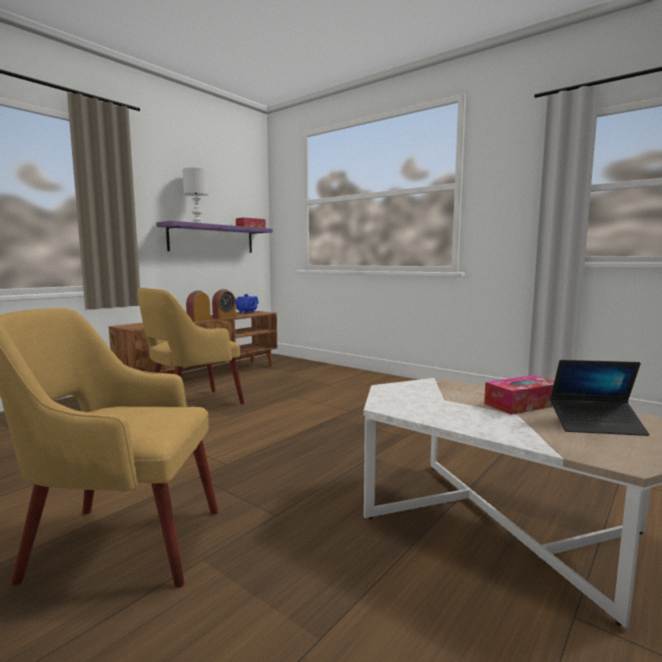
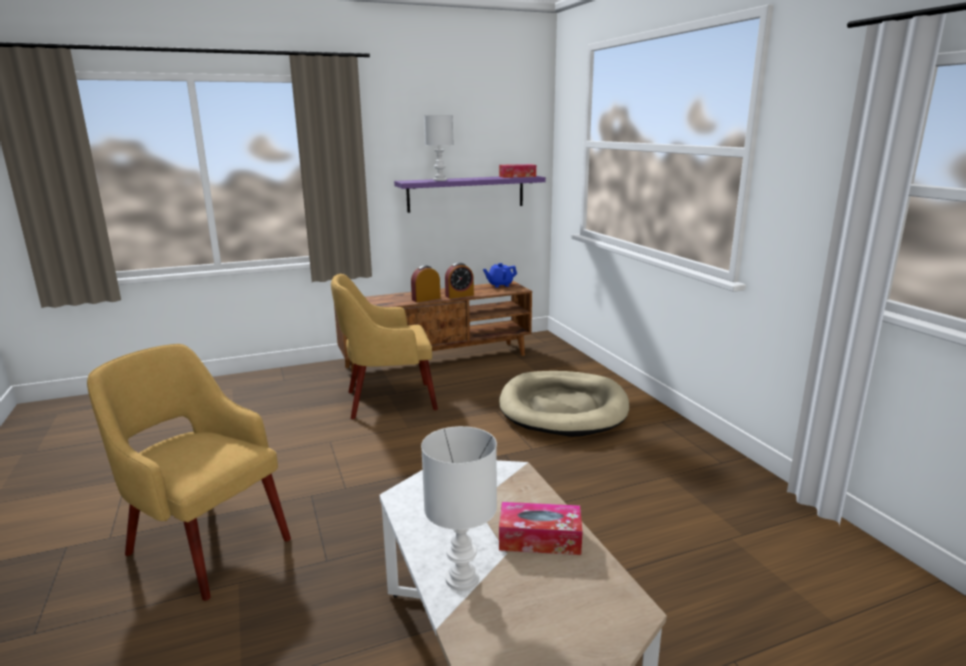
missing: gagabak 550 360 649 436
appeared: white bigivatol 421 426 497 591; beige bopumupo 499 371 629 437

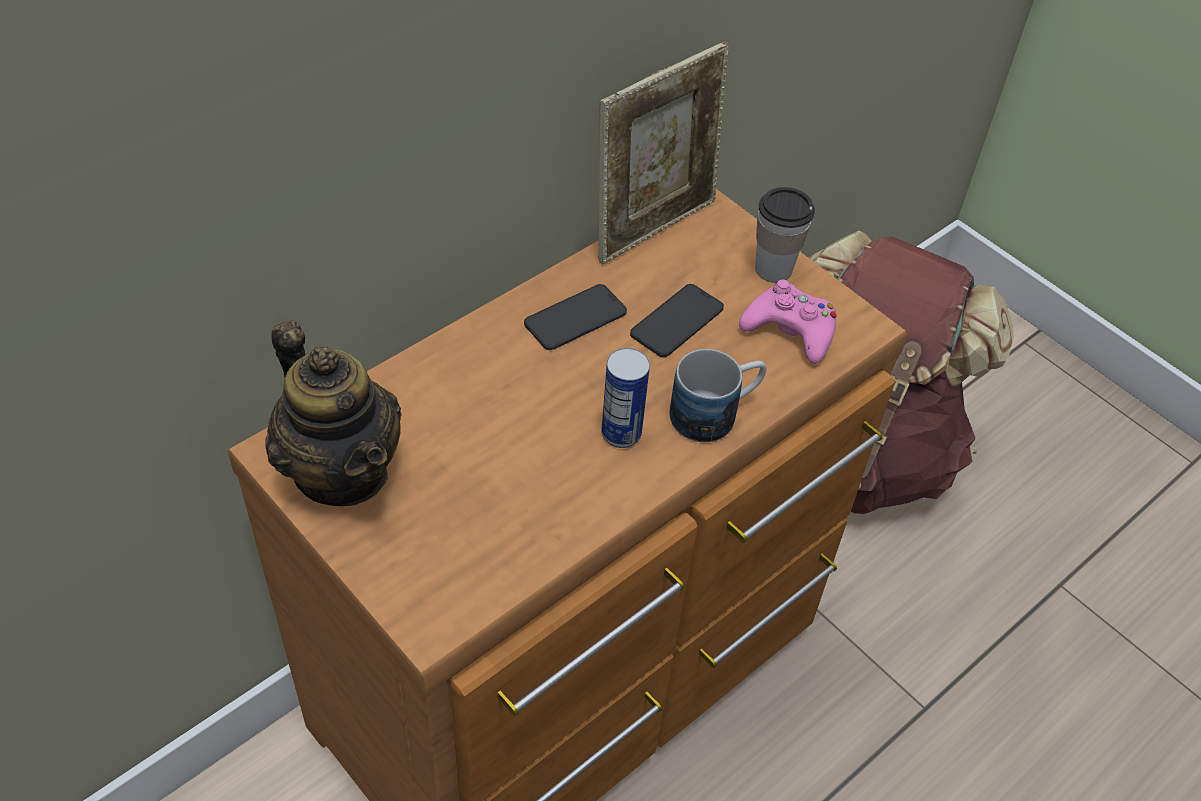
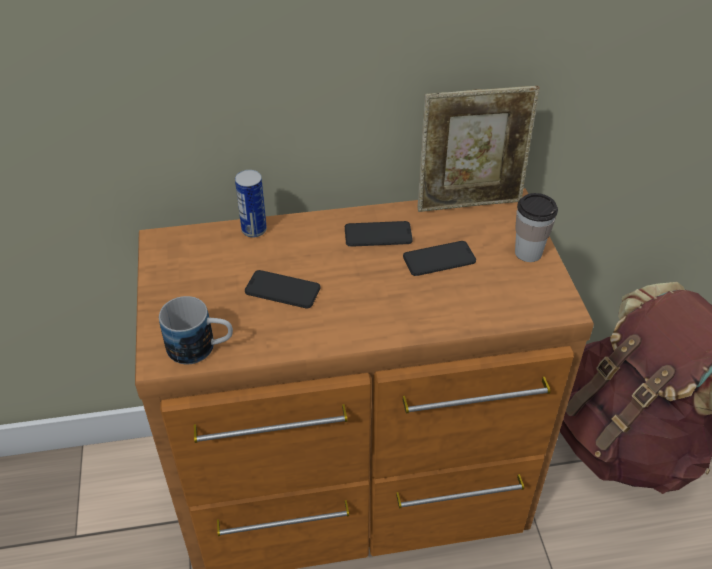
missing: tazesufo 265 320 402 506; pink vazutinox 739 280 836 364
appeared: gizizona 245 270 321 308
relocated: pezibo 669 349 766 442 to 159 296 233 365; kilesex 601 348 650 448 to 235 170 267 238

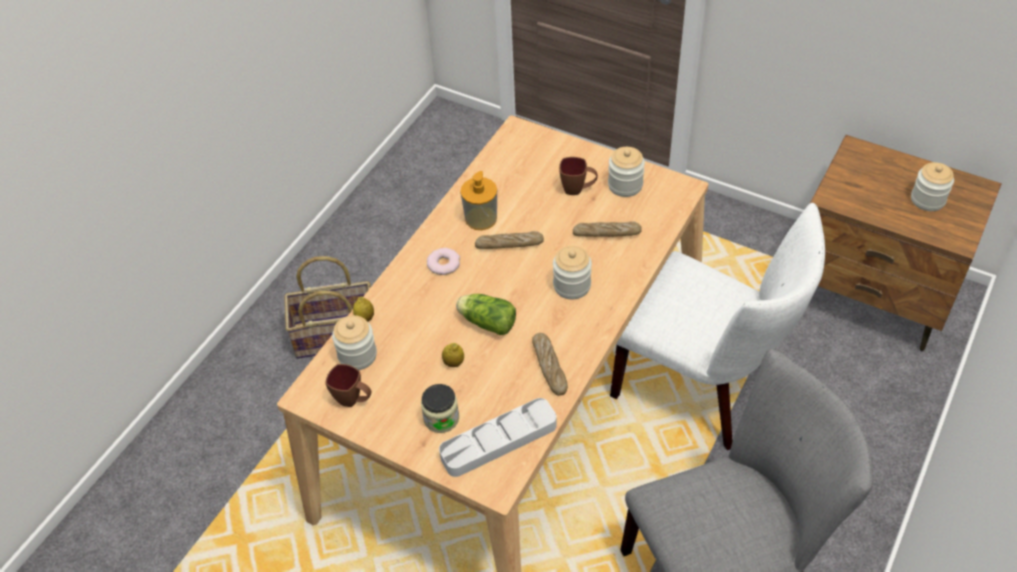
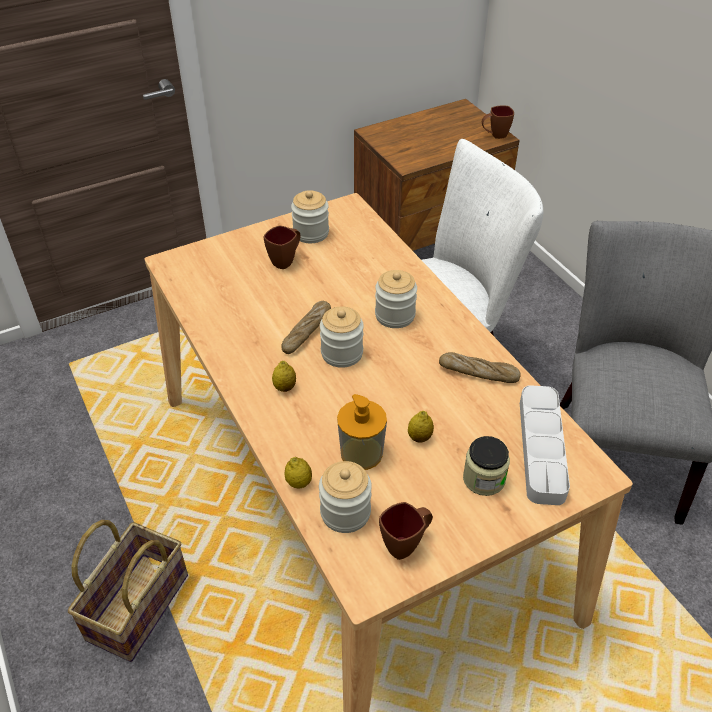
missing: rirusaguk 456 294 516 335; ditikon 573 221 642 237
appeared: brown pezibo 482 106 514 139
relocated: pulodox 911 162 954 211 to 320 307 364 368; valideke 460 171 497 230 to 337 394 387 470
exchanged: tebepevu 427 248 460 275 to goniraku 272 361 296 392

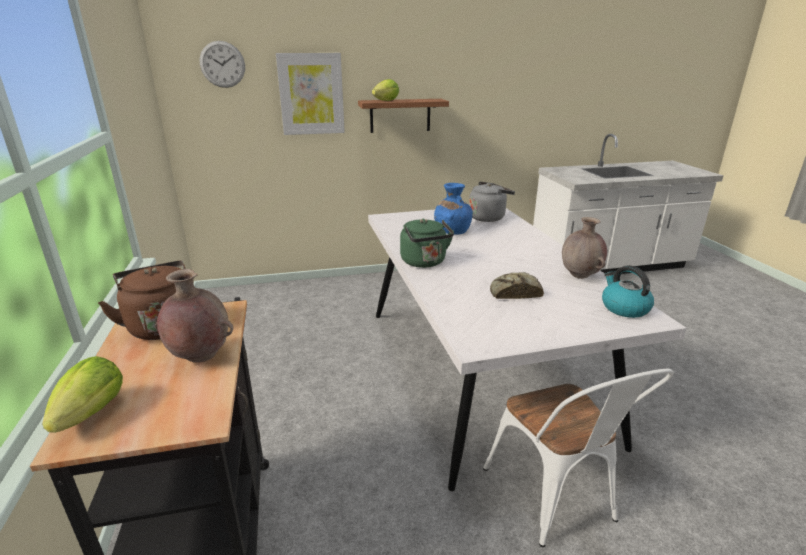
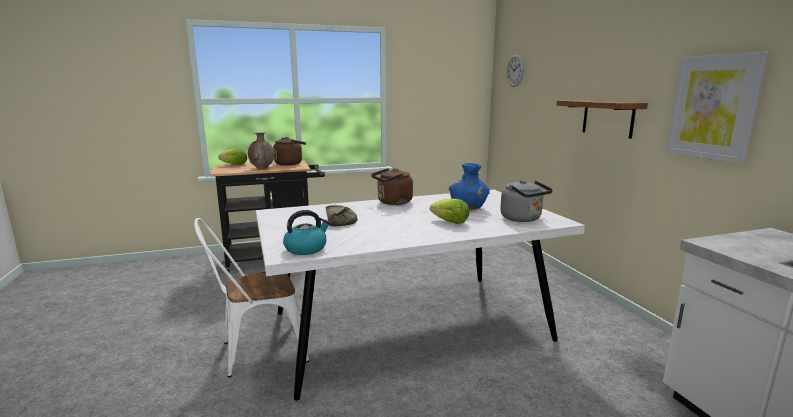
missing: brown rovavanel 562 217 607 279
relocated: rirusaguk 372 79 399 101 to 430 198 469 224; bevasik 276 53 345 135 to 666 52 768 164
colour: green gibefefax 400 219 454 268 to brown gibefefax 371 168 413 205

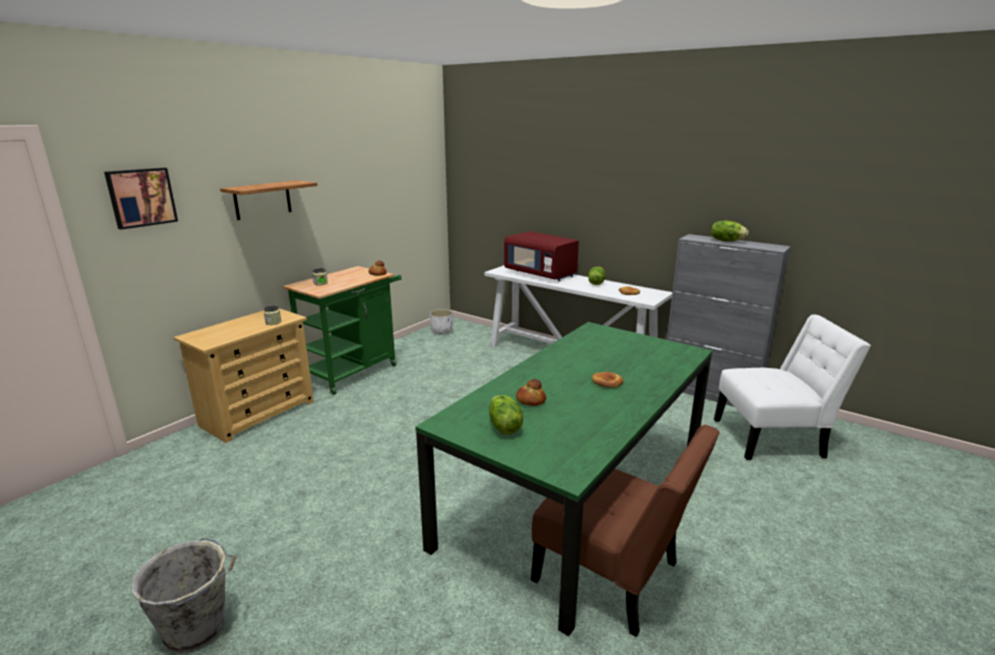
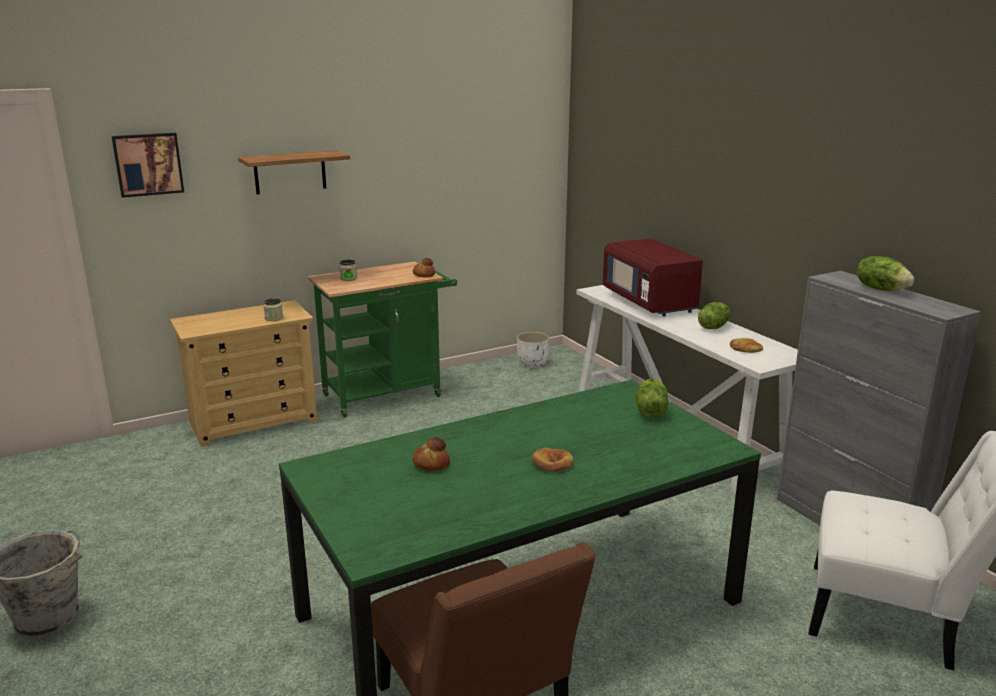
relocated: rirusaguk 489 395 523 434 to 636 379 669 418

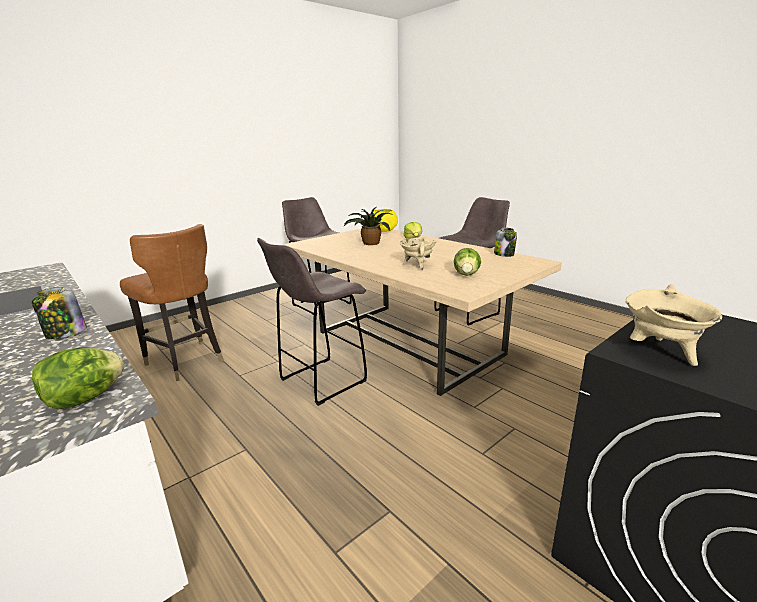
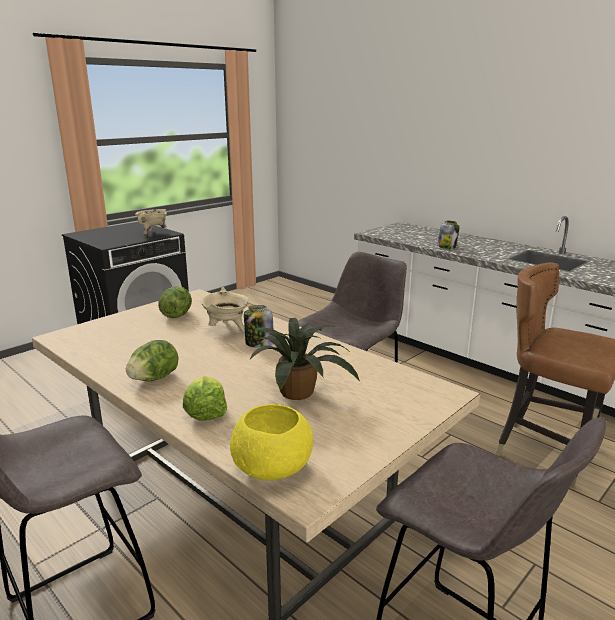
relocated: rirusaguk 32 347 125 409 to 126 340 178 381; pulodox 494 228 517 257 to 244 305 274 348

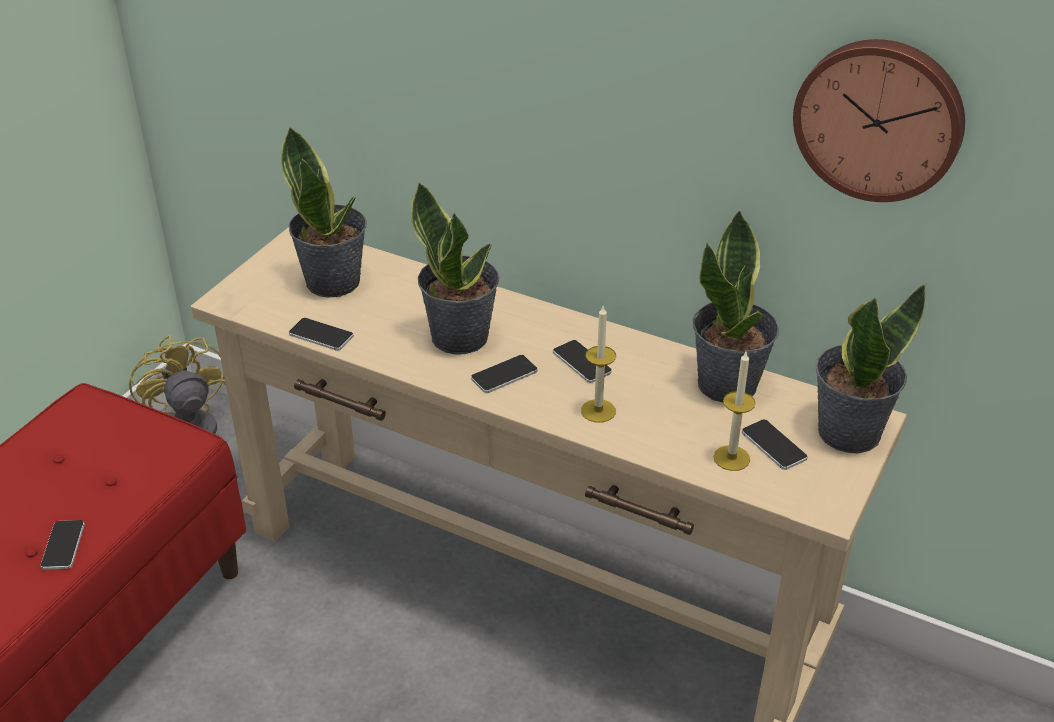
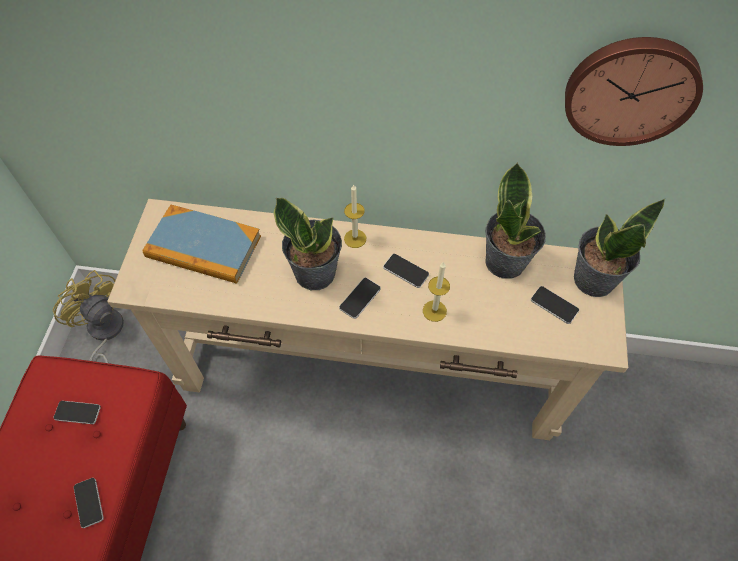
relocated: gizizona 289 318 353 351 to 53 401 101 424; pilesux 713 350 756 471 to 344 184 366 248
exchanged: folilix 281 126 367 298 to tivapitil 143 205 261 284

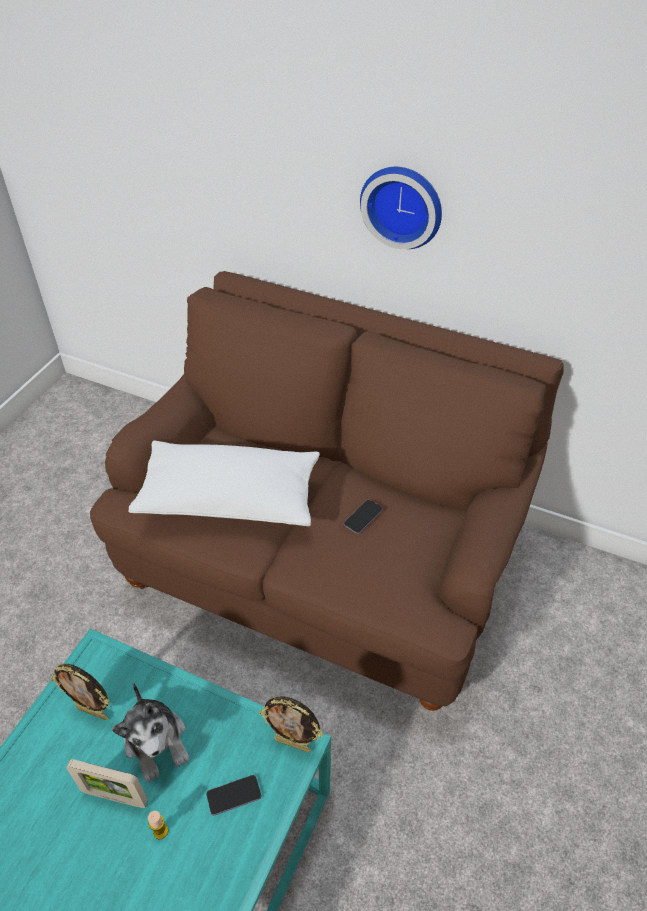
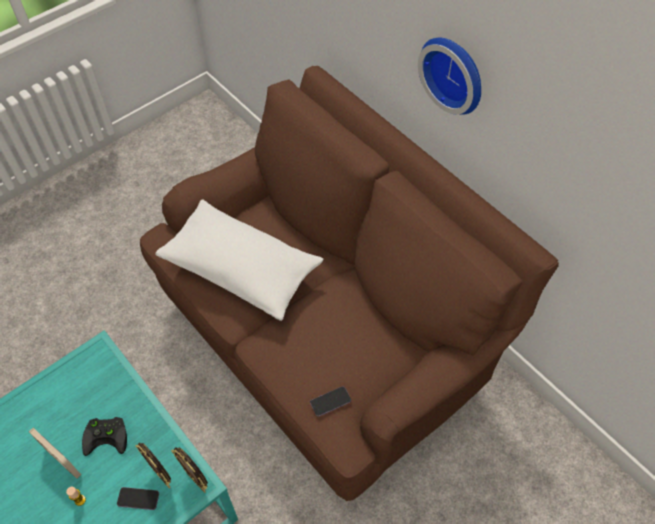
relocated: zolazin 51 664 109 720 to 136 443 171 489; gizizona 344 500 383 534 to 310 386 351 417
exchanged: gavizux 112 682 189 782 to black vazutinox 82 417 127 456

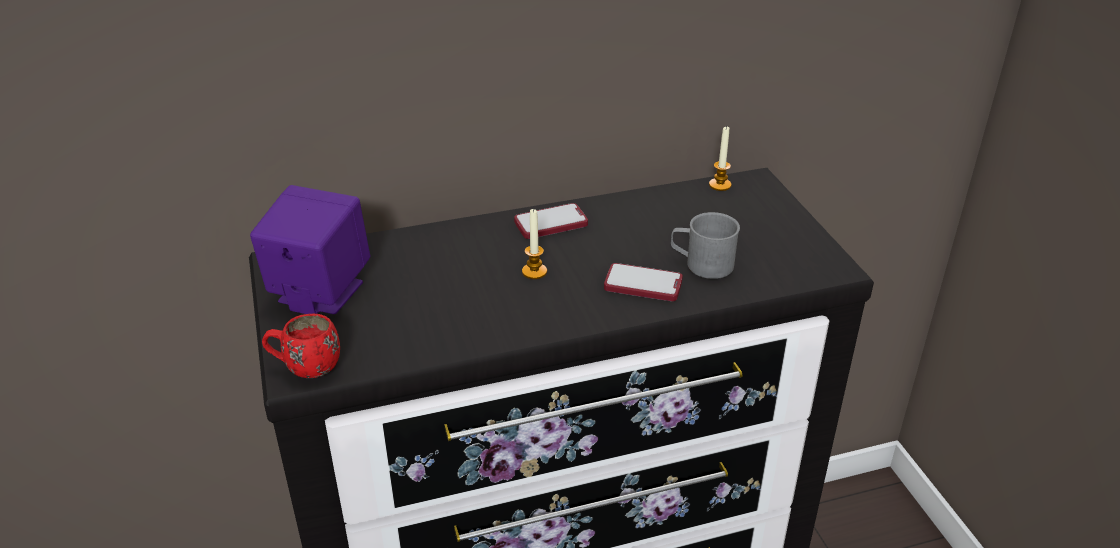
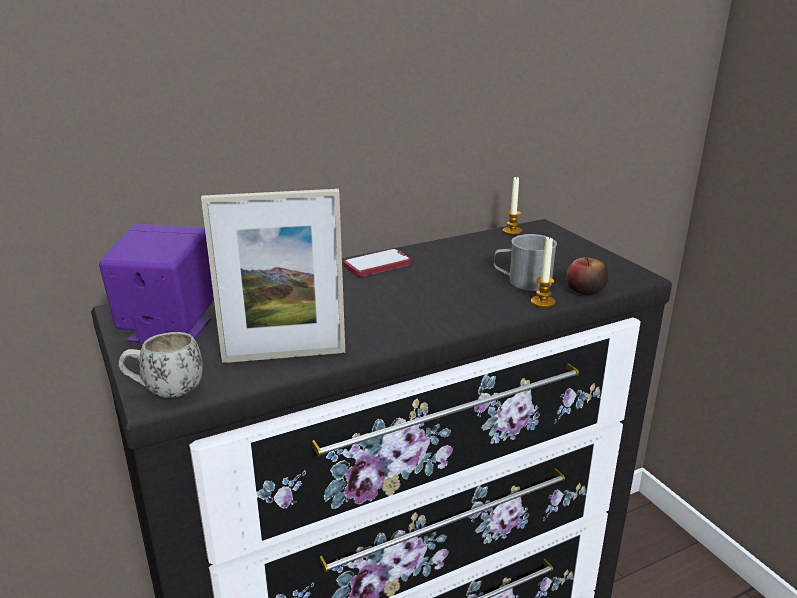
missing: gizizona 604 263 683 301
appeared: zolazin 201 189 345 363; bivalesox 566 257 608 295
relocated: pilesux 522 208 547 279 to 531 236 555 308
colour: red pezibo 262 314 340 378 to white pezibo 119 332 203 398

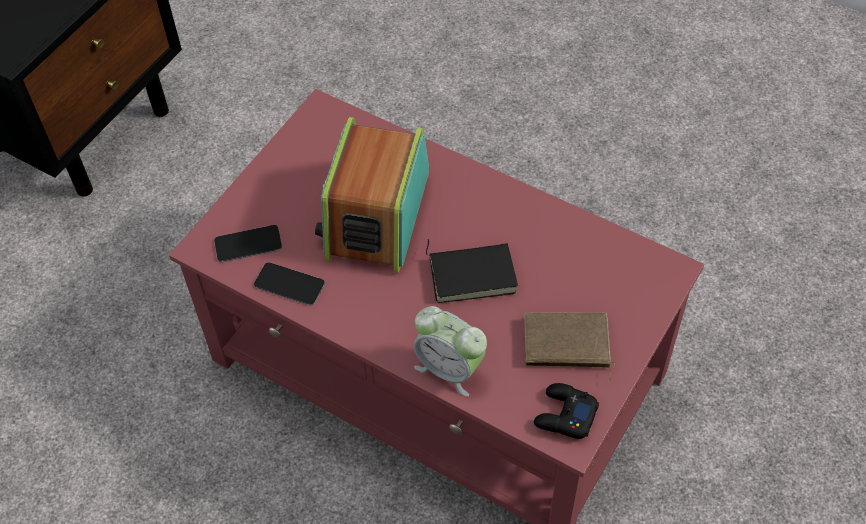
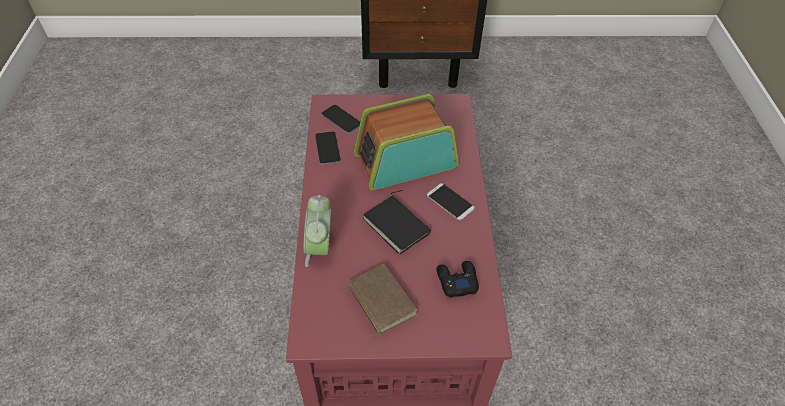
appeared: gizizona 427 183 475 220
relocated: black vazutinox 534 383 599 439 to 436 261 479 298

